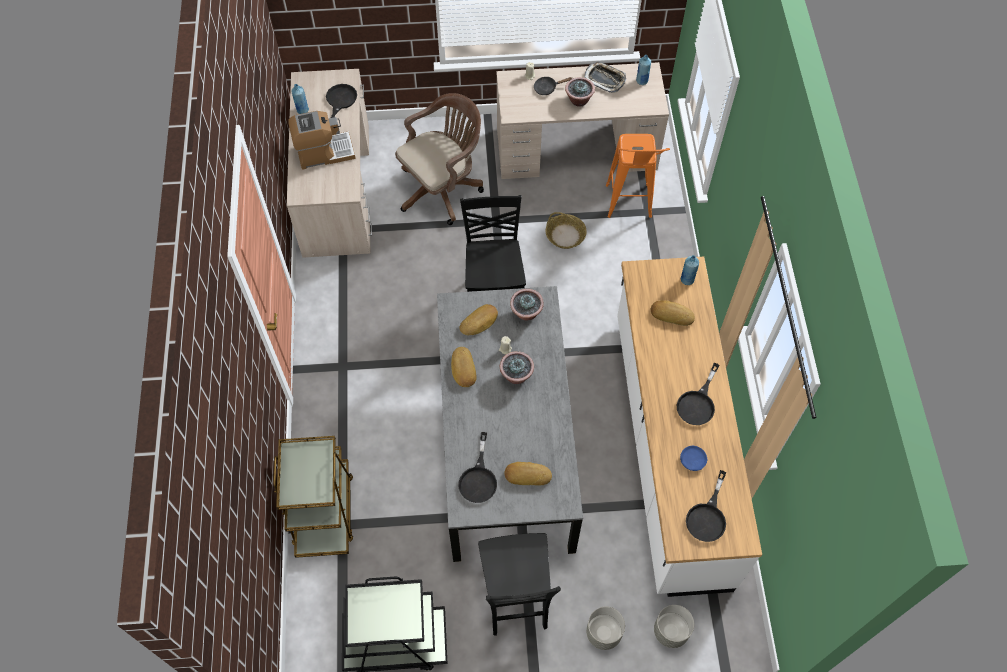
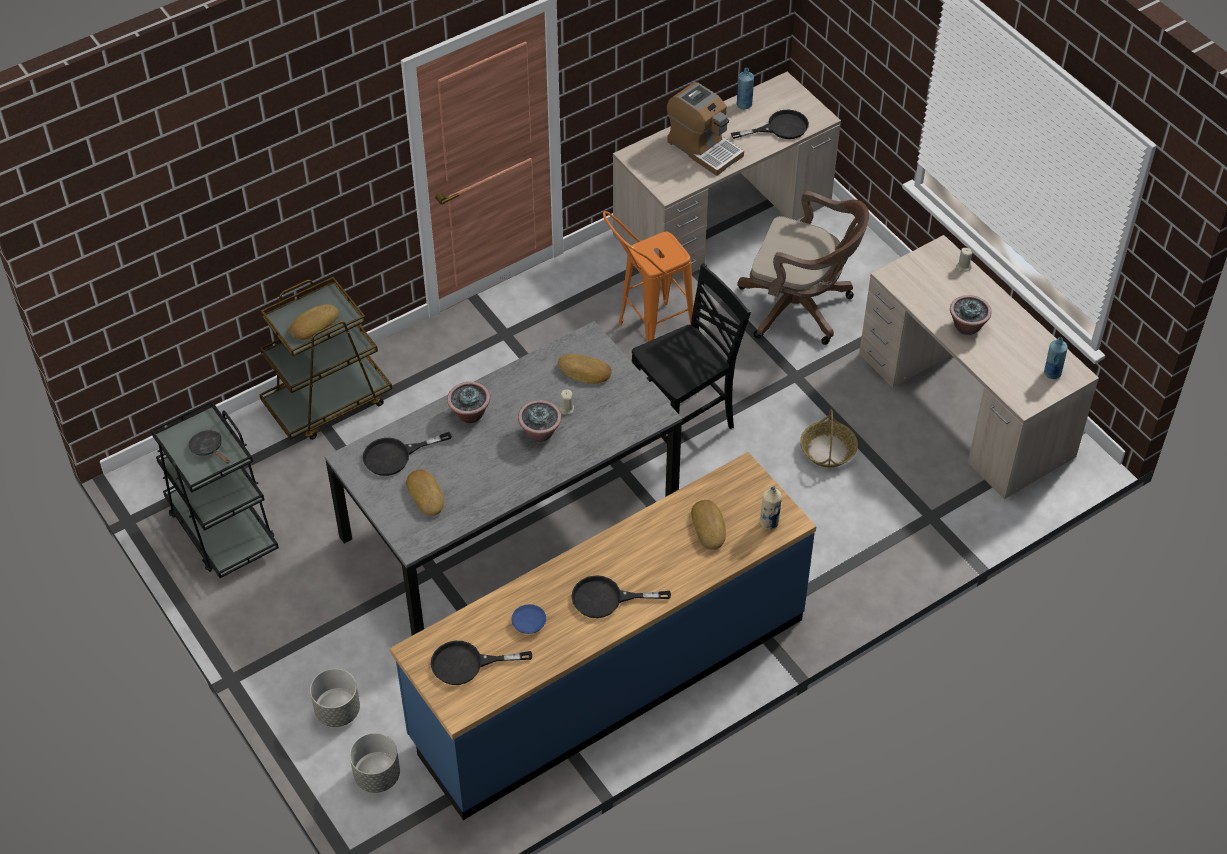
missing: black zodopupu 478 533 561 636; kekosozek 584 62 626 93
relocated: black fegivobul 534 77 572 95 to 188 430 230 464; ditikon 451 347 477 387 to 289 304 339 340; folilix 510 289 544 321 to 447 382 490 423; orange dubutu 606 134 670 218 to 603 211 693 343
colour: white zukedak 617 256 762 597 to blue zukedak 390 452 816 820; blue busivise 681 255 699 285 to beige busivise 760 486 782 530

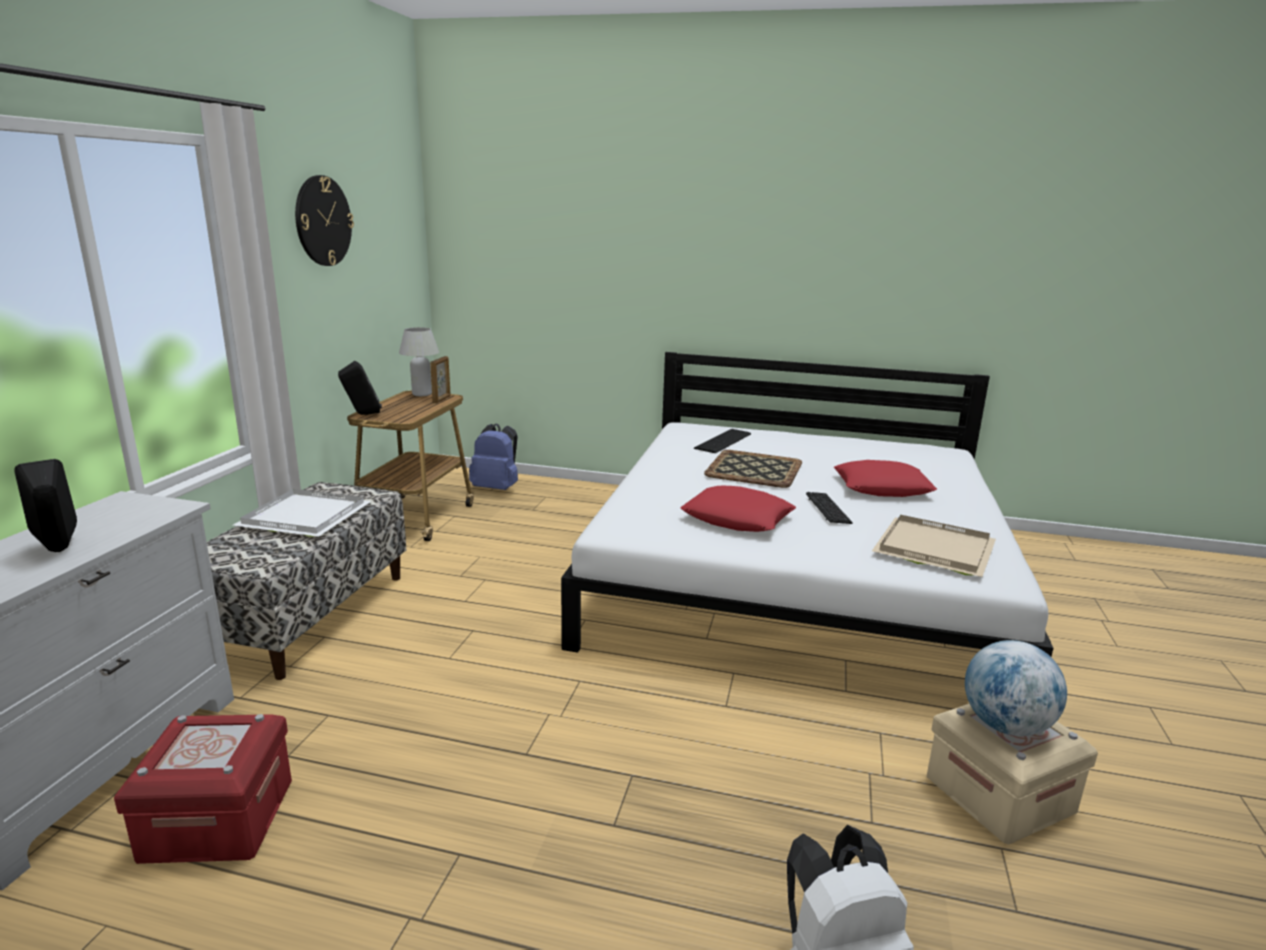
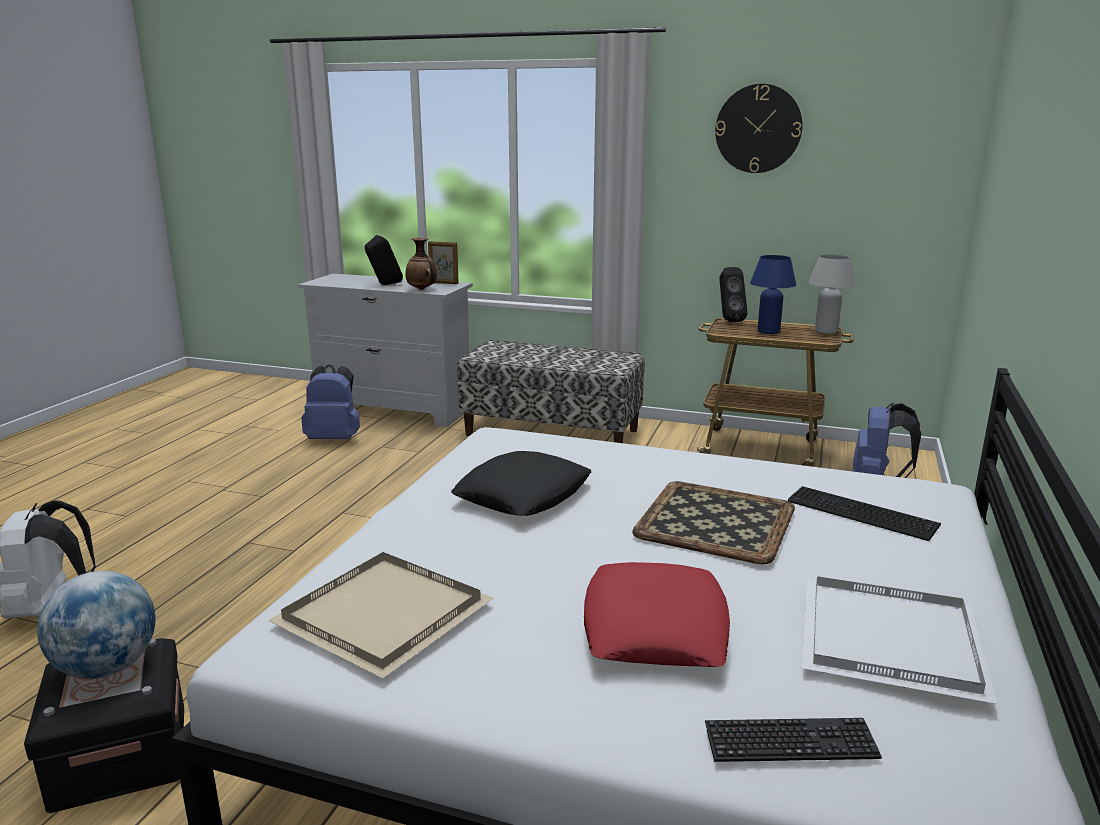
appeared: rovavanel 405 238 437 290; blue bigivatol 750 255 796 334
relocated: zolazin 430 356 451 403 to 428 241 459 284; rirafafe 806 492 853 524 to 705 718 882 762; white kekosozek 233 489 371 537 to 802 576 998 704
exchanged: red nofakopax 114 714 292 864 to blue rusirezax 301 364 360 439
colour: beige nofakopax 927 703 1098 844 to black nofakopax 24 638 184 813; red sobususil 681 485 796 532 to black sobususil 451 451 591 516

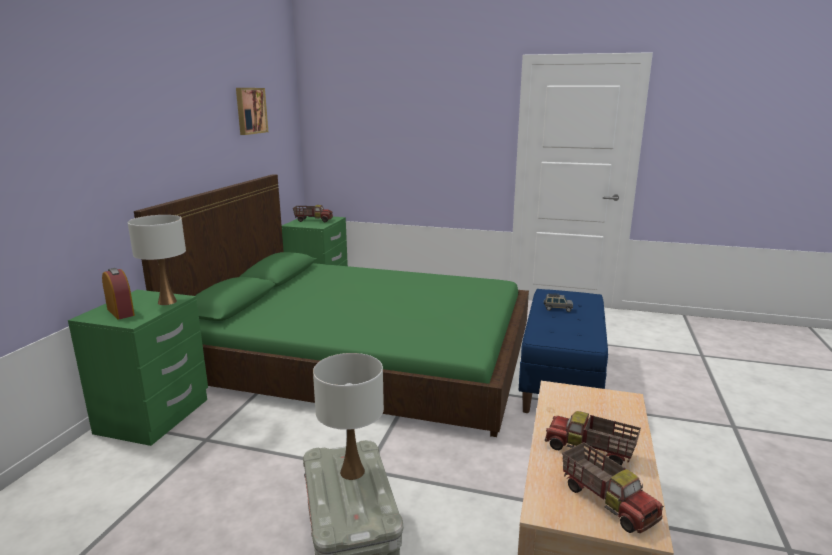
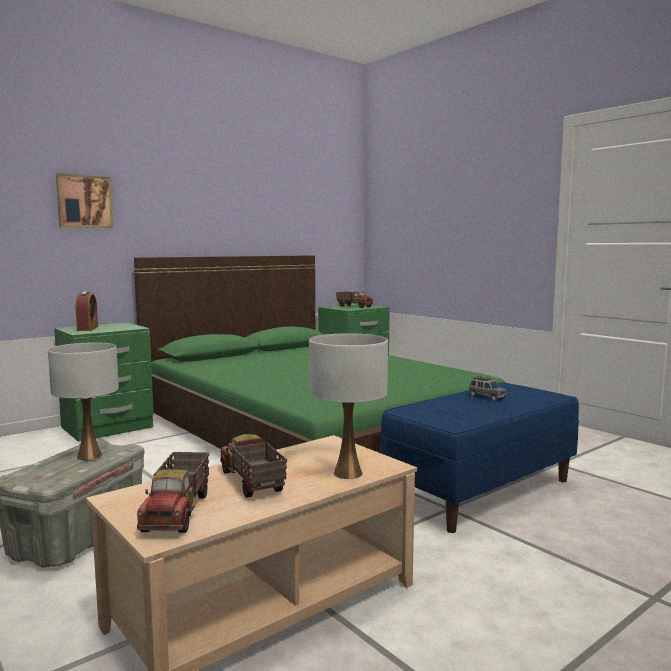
relocated: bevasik 236 88 268 135 to 56 173 114 228; white bigivatol 128 215 186 305 to 309 333 388 479

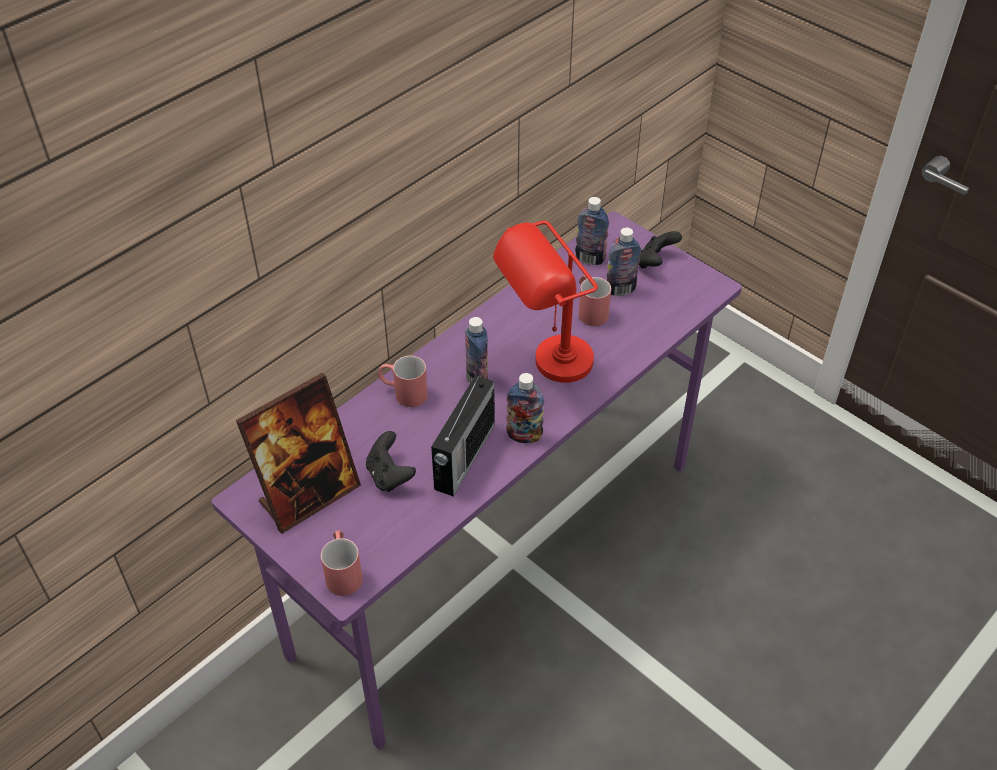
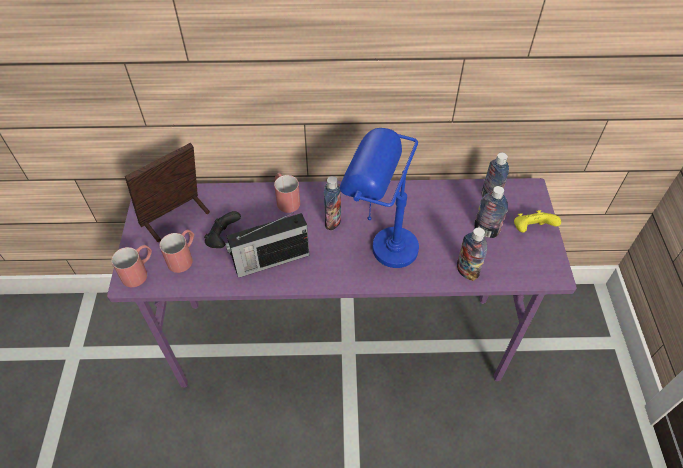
relocated: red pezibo 579 275 611 326 to 160 229 194 273; busivise 506 373 544 443 to 457 228 487 281
colour: red bigivatol 493 221 598 383 to blue bigivatol 340 128 419 268; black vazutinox 639 231 682 268 to yellow vazutinox 514 210 561 233
spun: zolazin 236 373 361 534 = 125 143 210 242 135 degrees clockwise

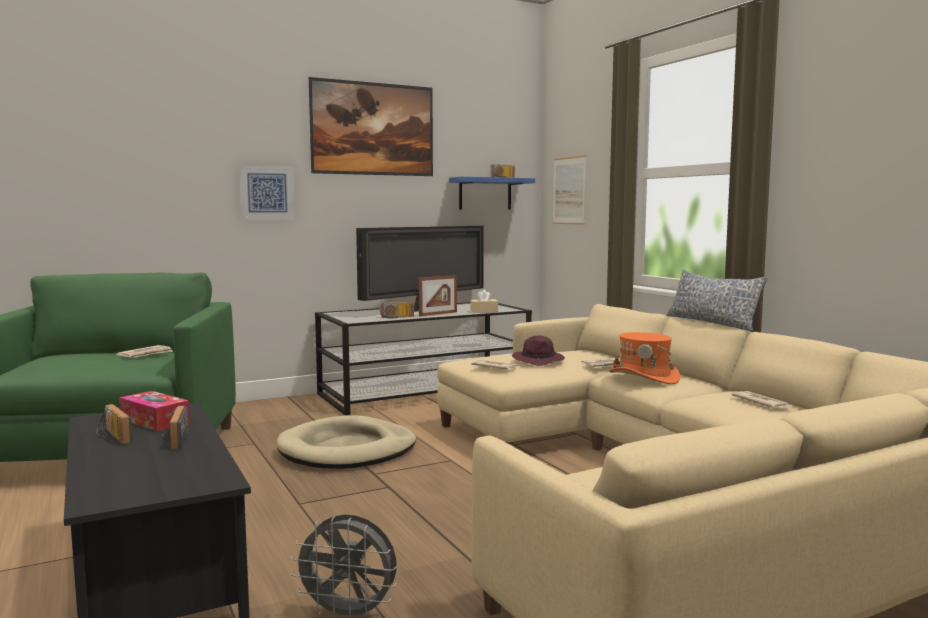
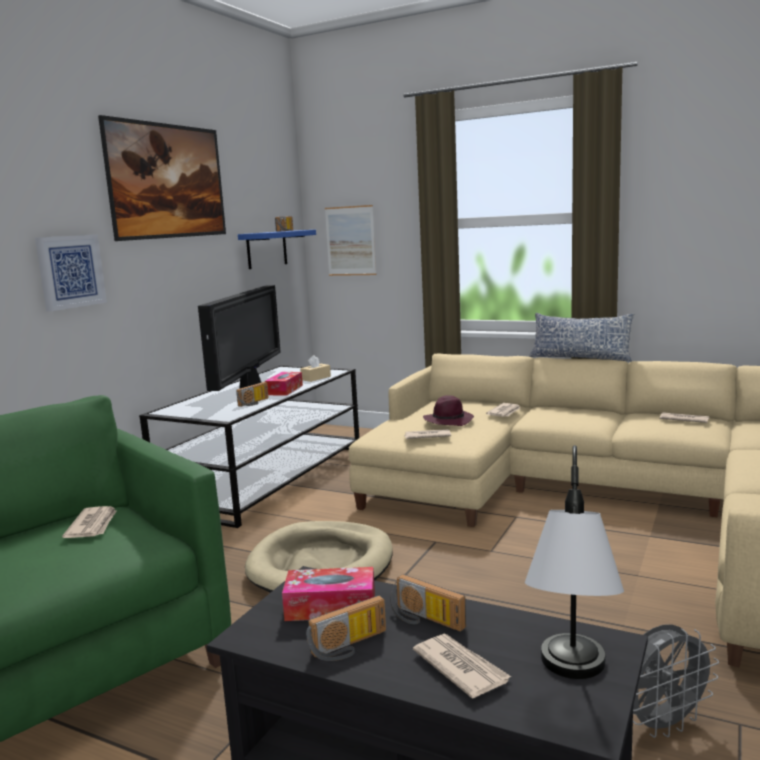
missing: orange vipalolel 609 332 680 384
appeared: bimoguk 413 634 511 699; bigivatol 525 445 624 679
exchanged: zolazin 419 275 457 316 to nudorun 265 372 303 396
spun: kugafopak 97 404 133 445 = 306 595 386 661 45 degrees counterclockwise

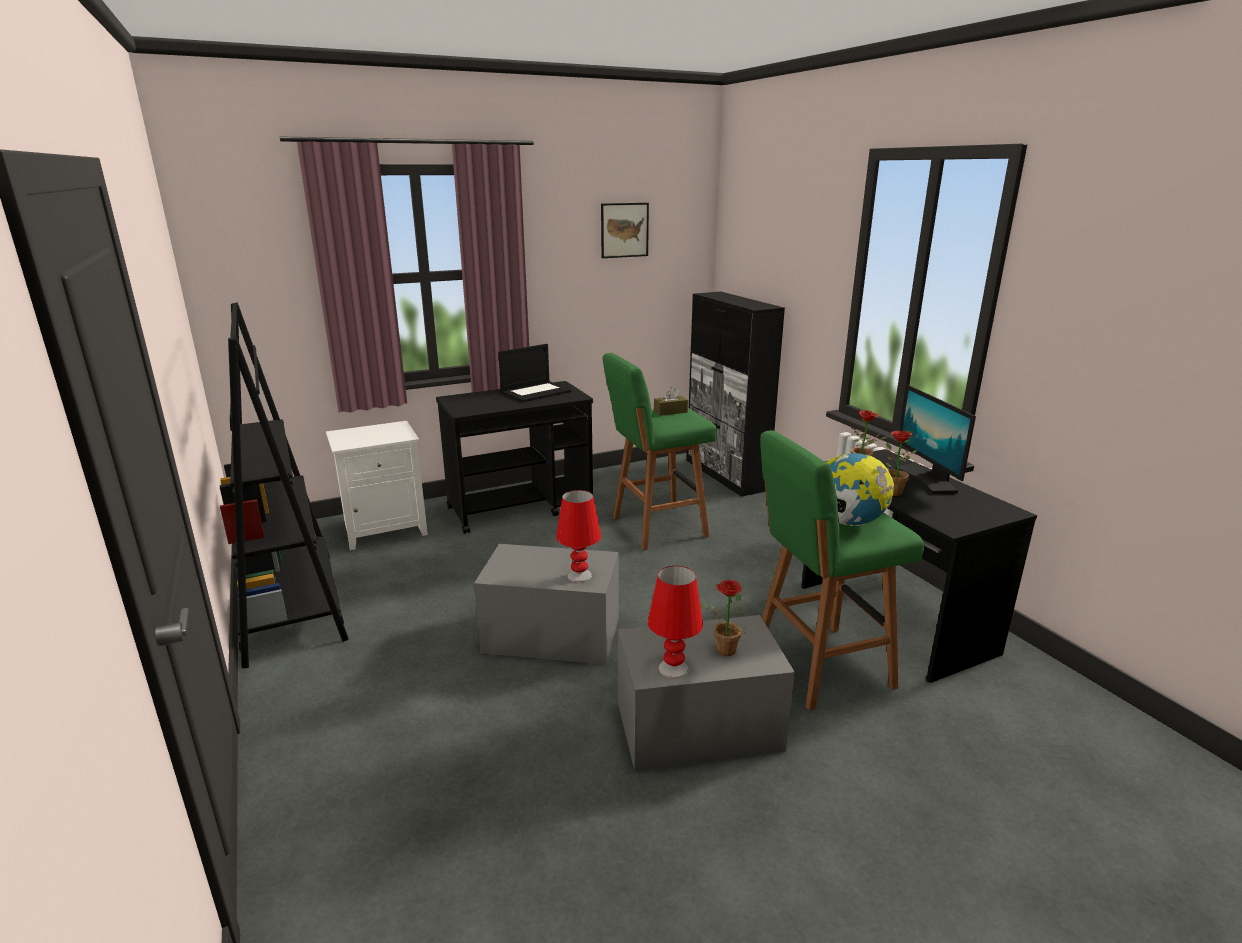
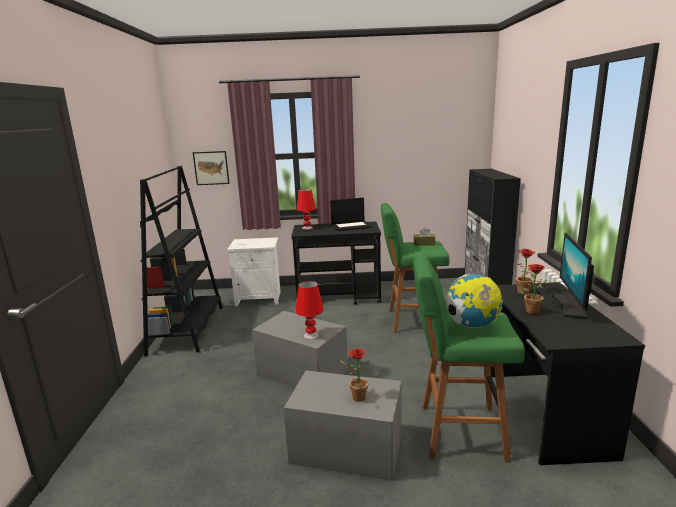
relocated: bevasik 601 203 649 258 to 193 151 230 185; red bigivatol 648 566 703 679 to 297 189 316 229

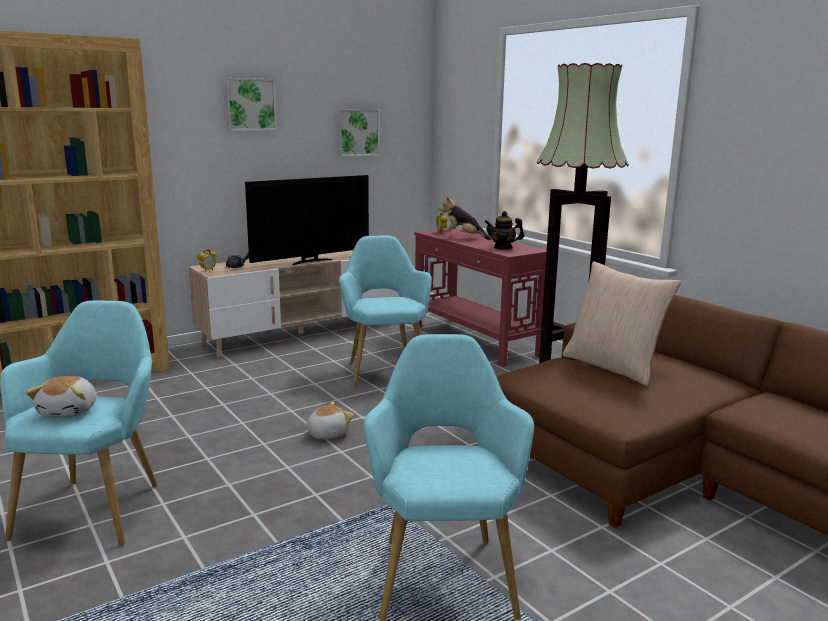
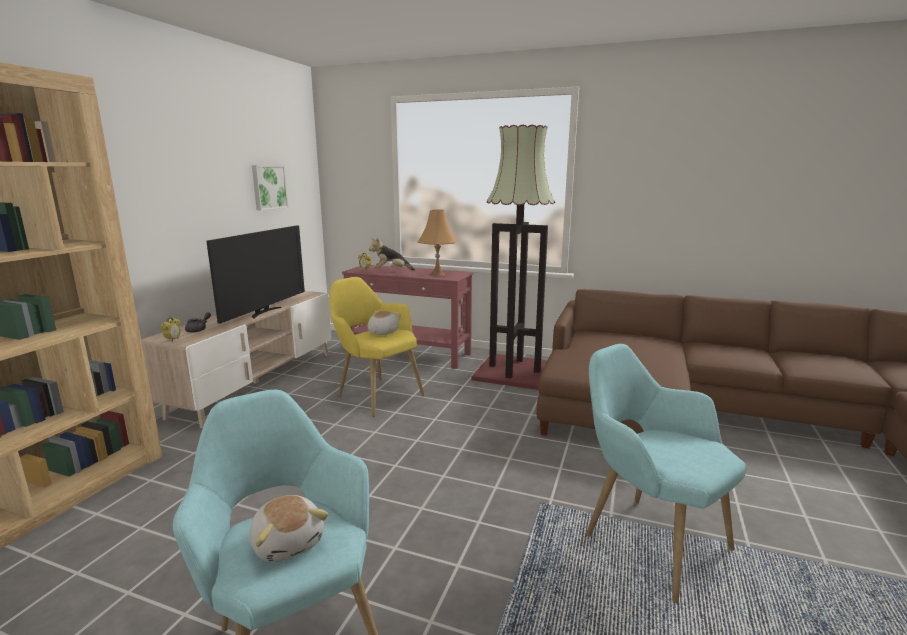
missing: bevasik 224 78 277 131; beige sobususil 562 261 681 386
relocated: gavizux 304 402 354 439 to 368 311 401 335
exchanged: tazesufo 484 211 524 250 to orange bigivatol 418 209 457 276
colour: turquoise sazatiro 339 235 432 387 to yellow sazatiro 330 277 425 417

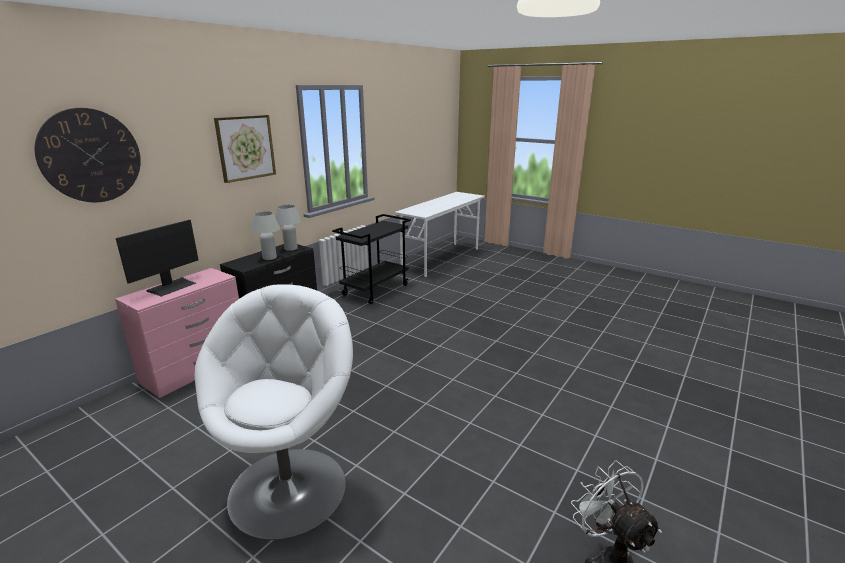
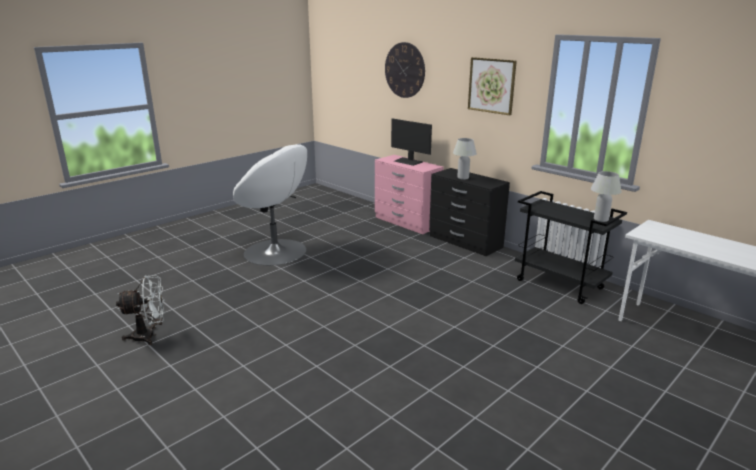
relocated: white bigivatol 275 205 301 251 to 591 171 622 222

